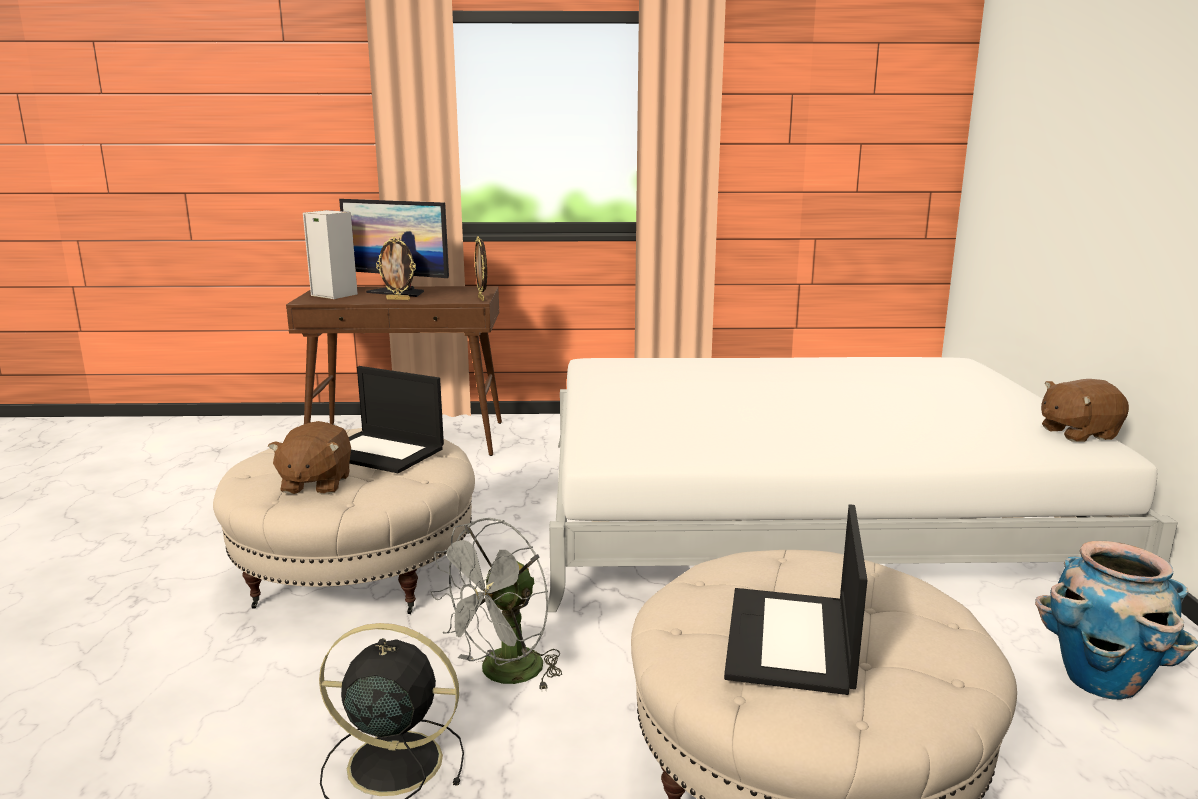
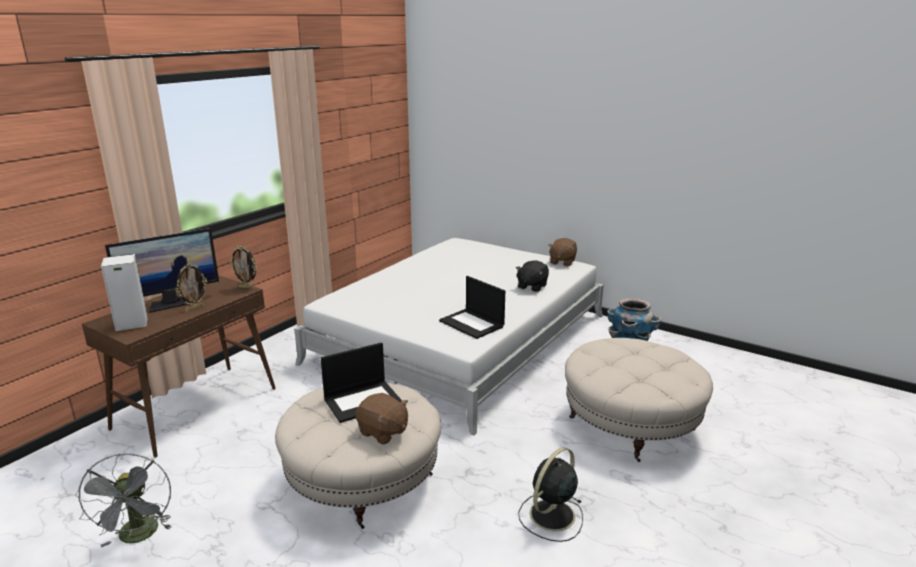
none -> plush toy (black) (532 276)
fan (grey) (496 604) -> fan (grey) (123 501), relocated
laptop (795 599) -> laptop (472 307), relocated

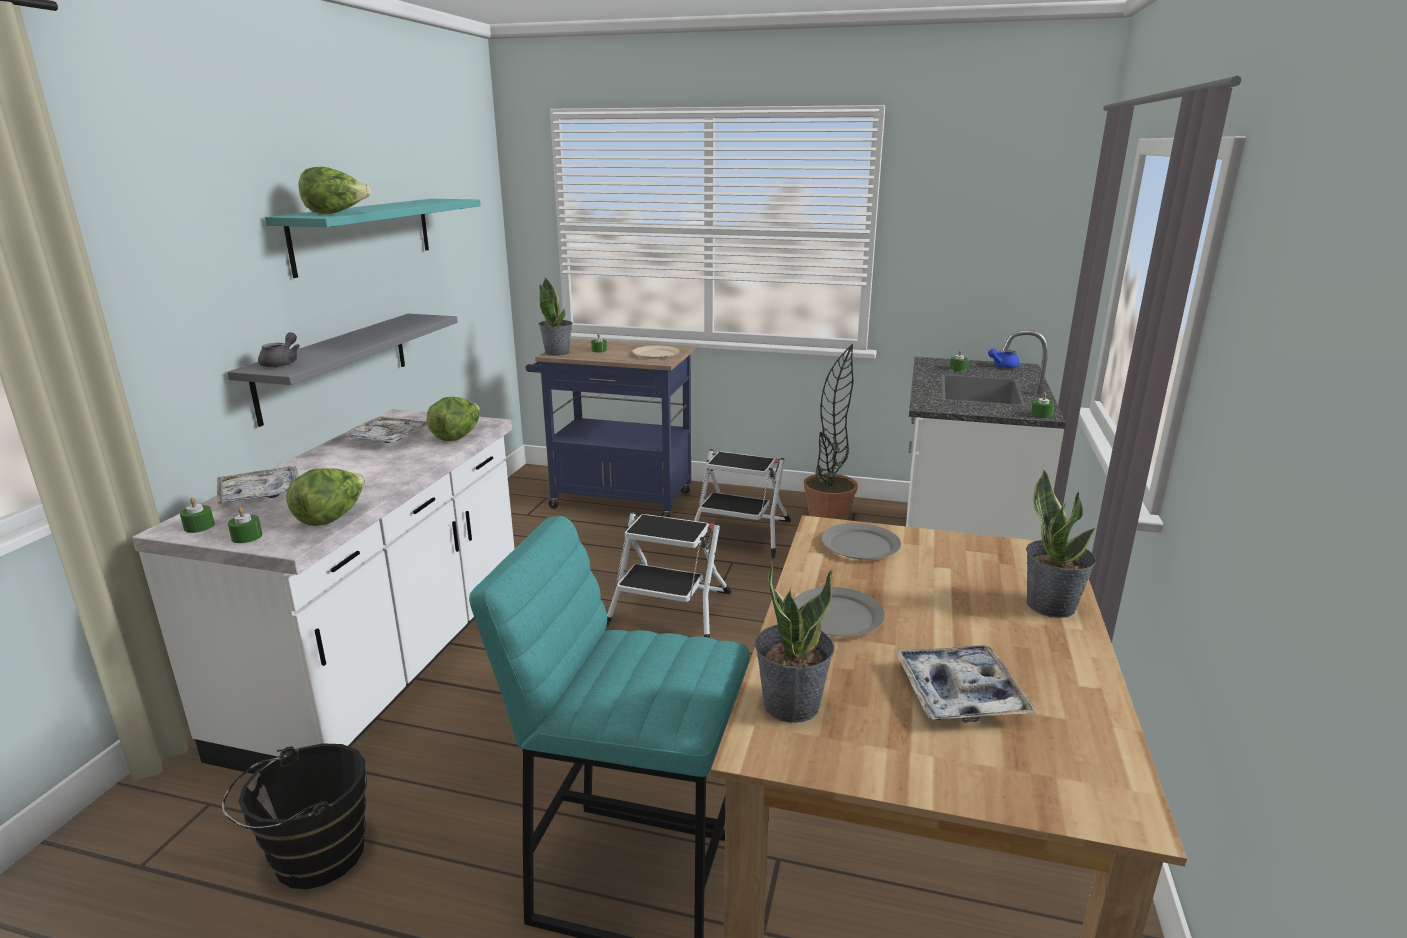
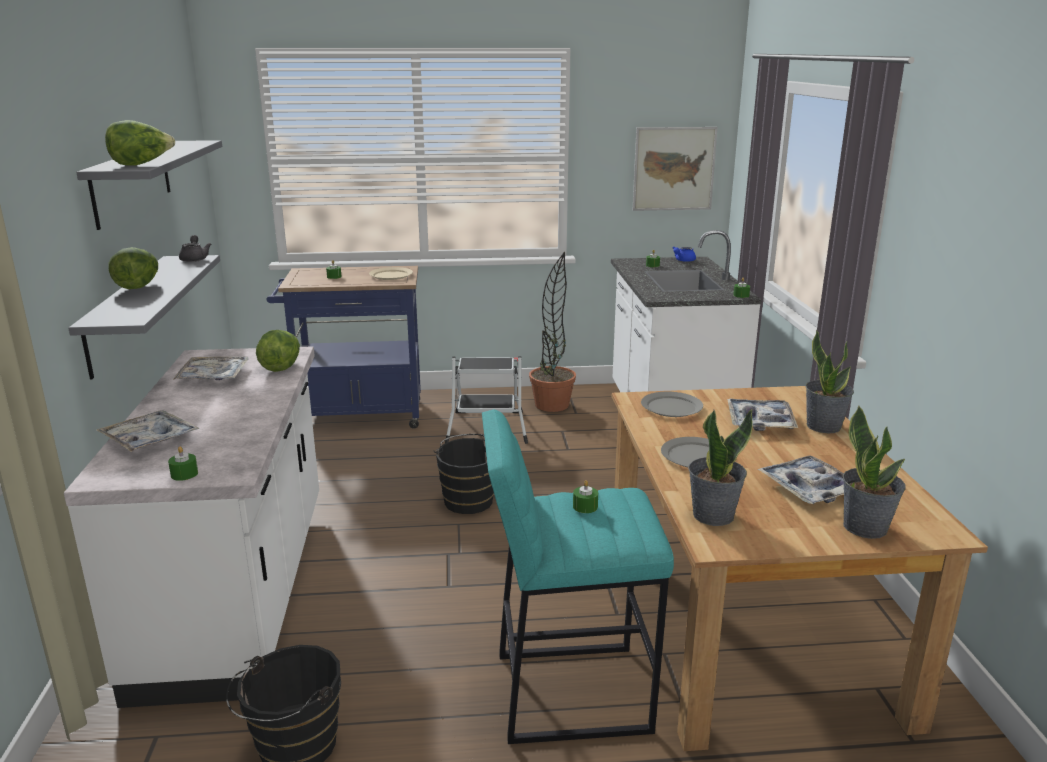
none -> picture (675 169)
none -> tray (762 415)
candle (green) (197 515) -> candle (green) (585 496), relocated
teapot (grey) (279 350) -> teapot (grey) (195 248), relocated
lettuce (325 497) -> lettuce (133 268), relocated
potted plant (555 316) -> potted plant (874 472), relocated
step ladder (669 574) -> bucket (black) (464 474)
shelf (turquoise) (373 238) -> shelf (grey) (149 185)

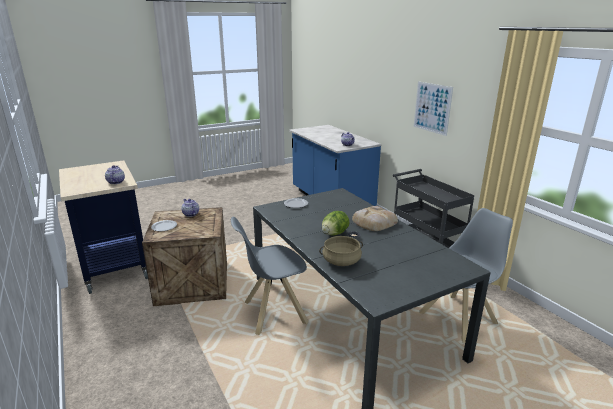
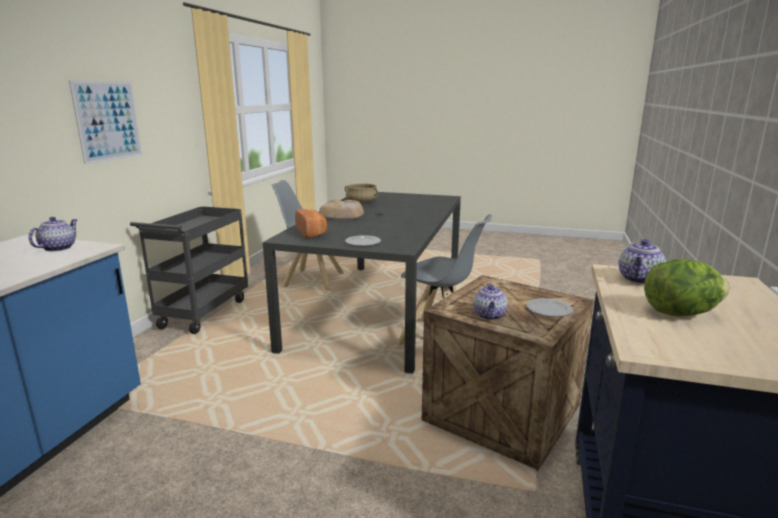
none -> bread (311 223)
cooking pot (beige) (341 251) -> cooking pot (beige) (361 193), relocated
lettuce (335 223) -> lettuce (687 288), relocated

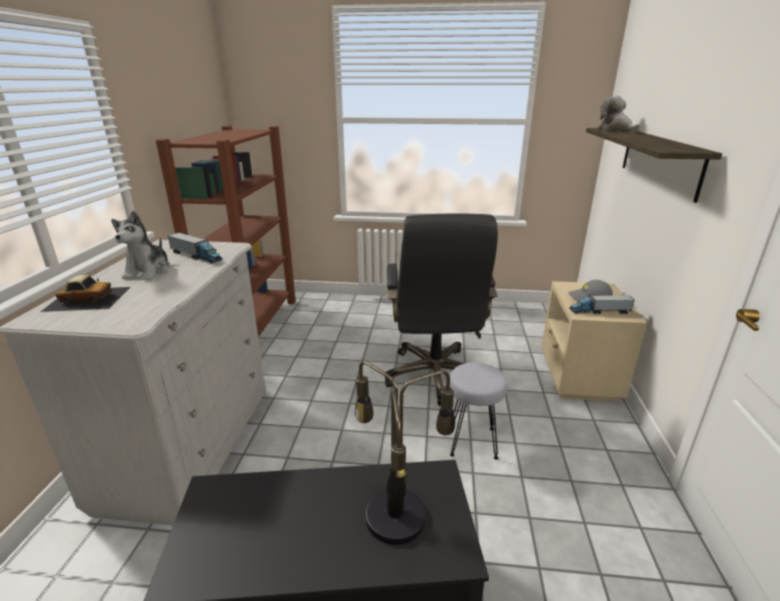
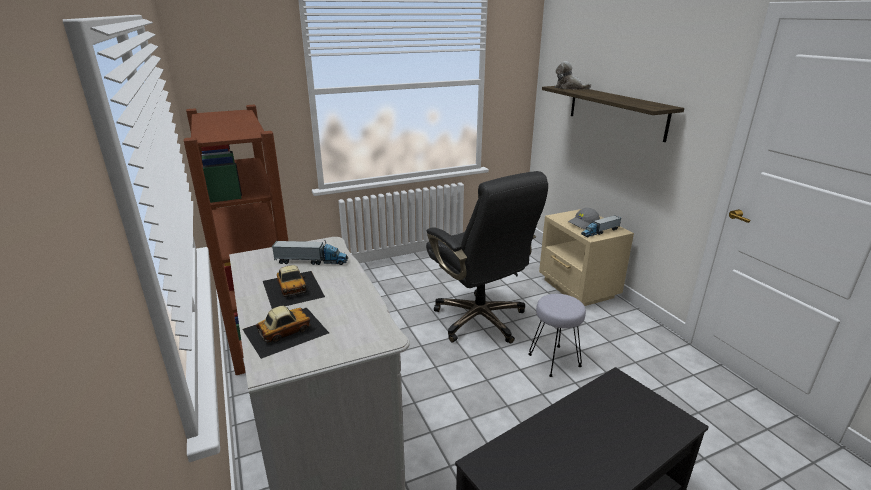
table lamp (405 453) -> none
plush toy (141 245) -> toy car (294 287)

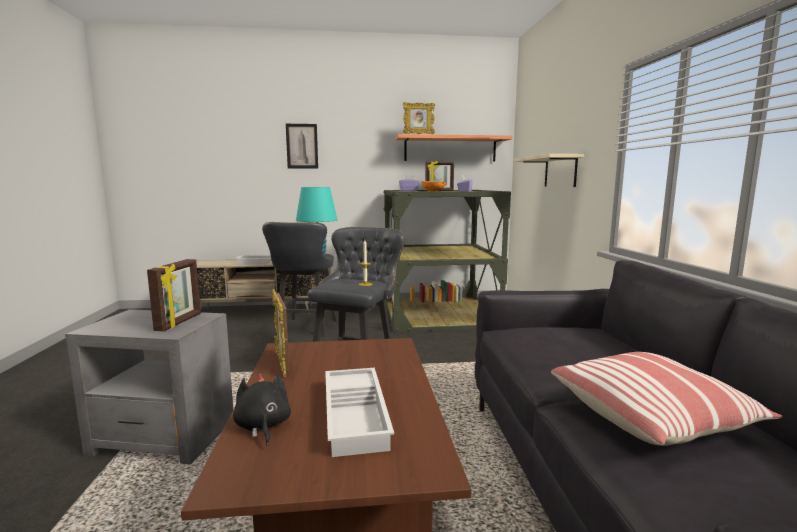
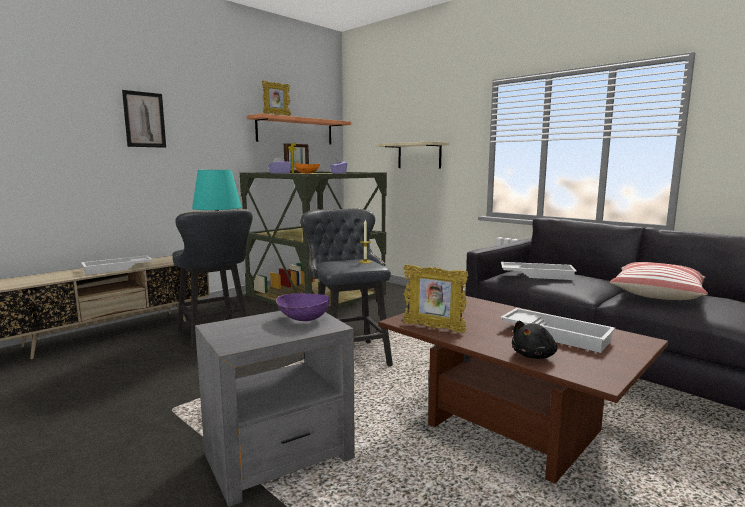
none -> tray (white) (539 271)
picture frame (174 295) -> bowl (purple) (302 307)
plush toy (black) (262 409) -> plush toy (black) (534 340), 75 degrees counterclockwise

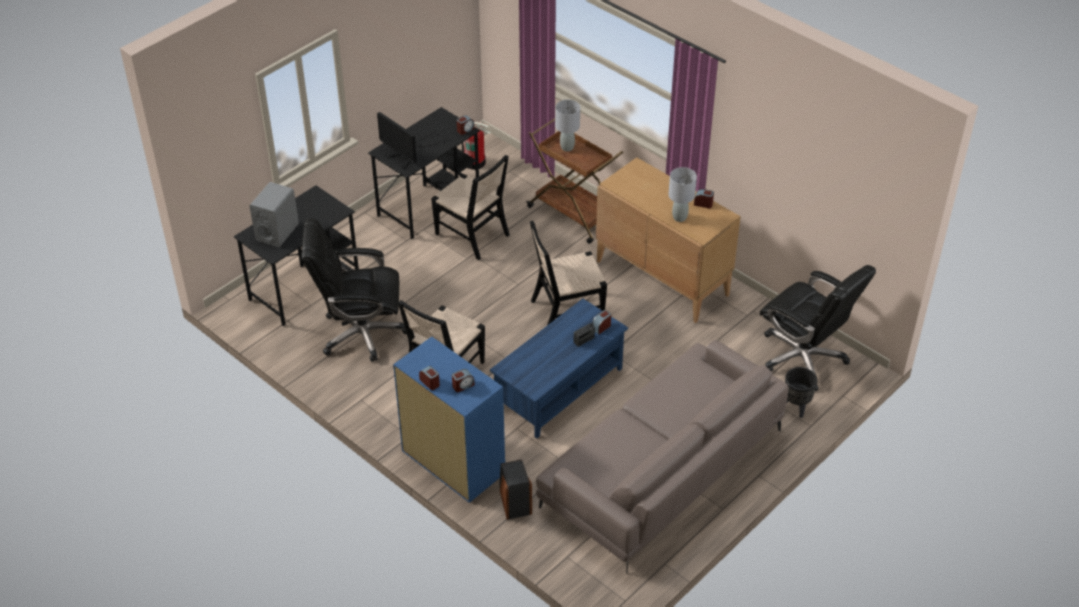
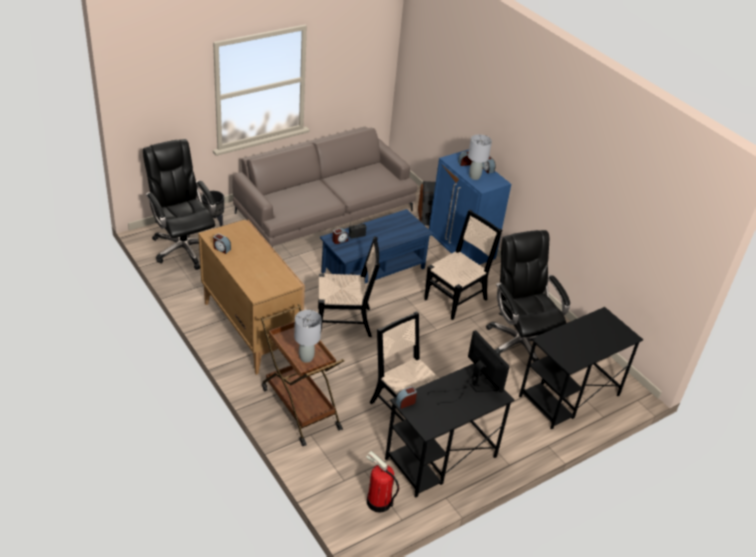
speaker (grey) (274 214) -> none
table lamp (grey) (682 194) -> table lamp (grey) (480 157), relocated
office chair (black) (354 290) -> office chair (black) (528 296), 120 degrees counterclockwise

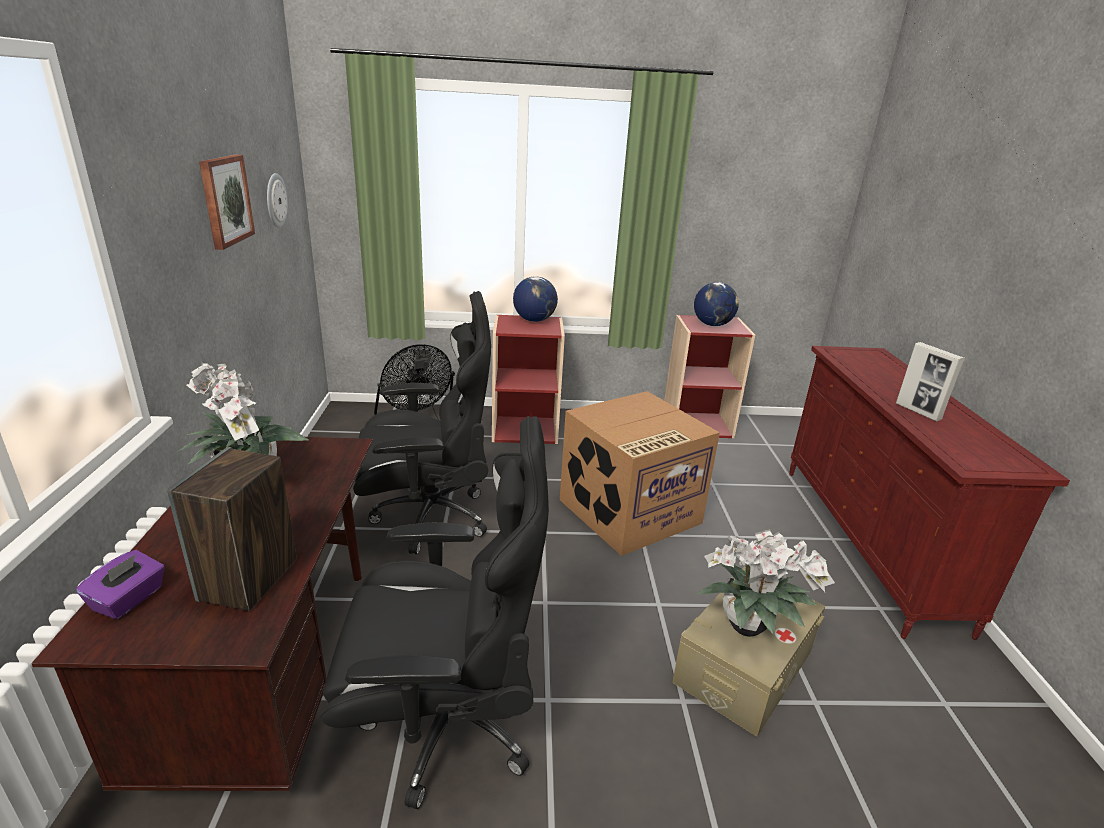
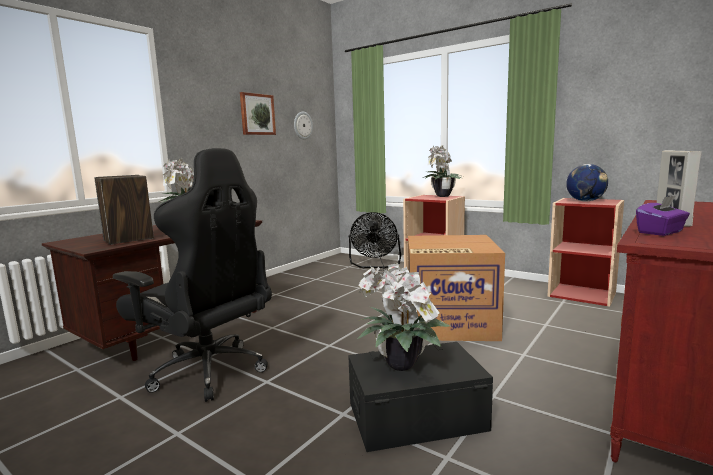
office chair (black) (422 422) -> none
tissue box (purple) (120 585) -> tissue box (purple) (663 216), relocated
globe (535 299) -> potted plant (443 171)
storage box (beige) (748 651) -> storage box (black) (420 397)

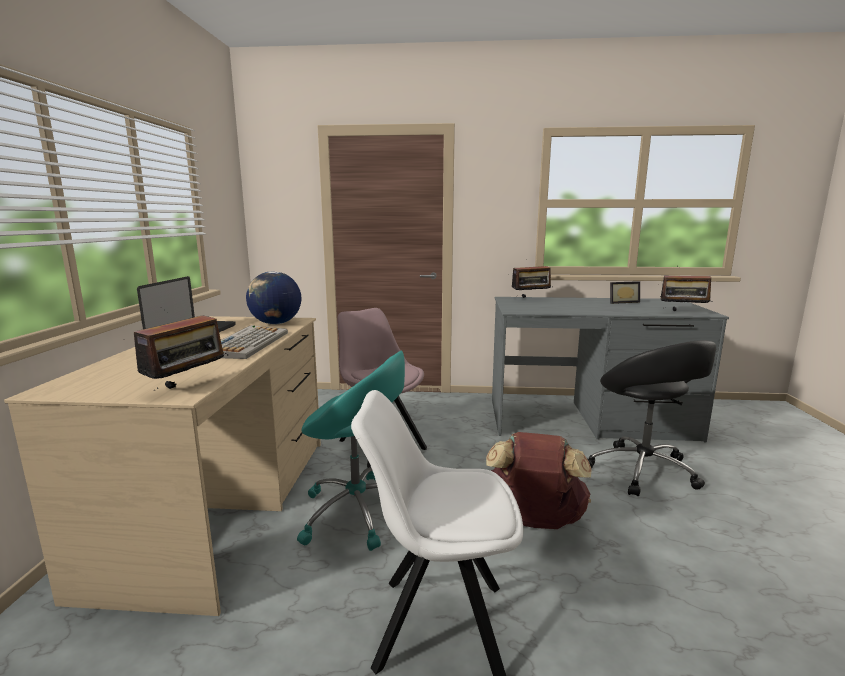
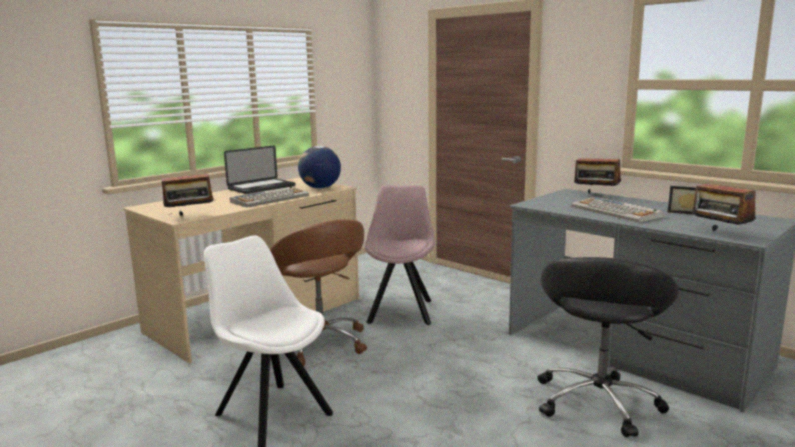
backpack (brown) (539 480) -> none
none -> keyboard (617 210)
office chair (turquoise) (351 451) -> office chair (brown) (318 293)

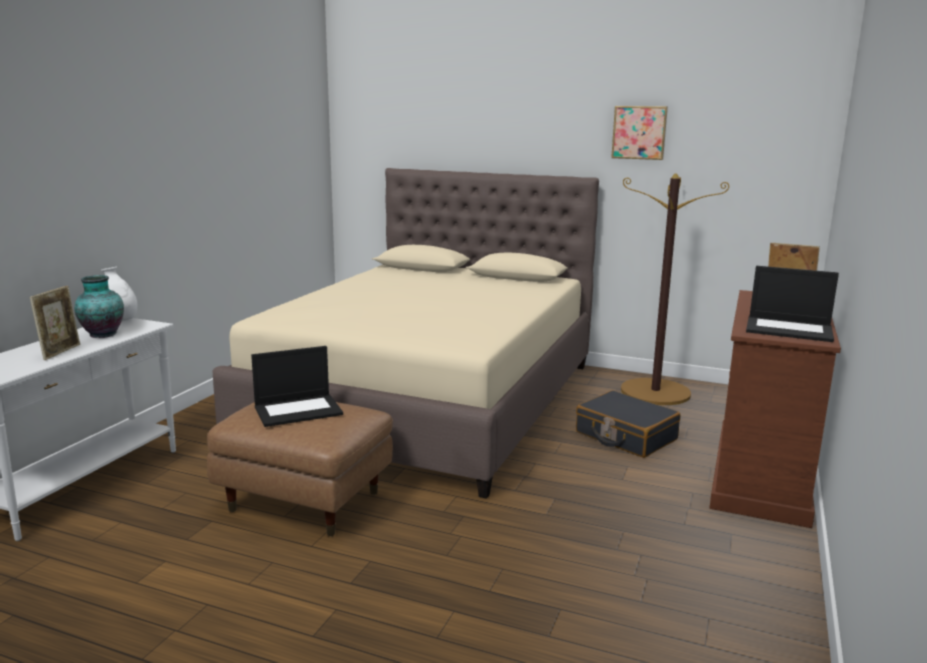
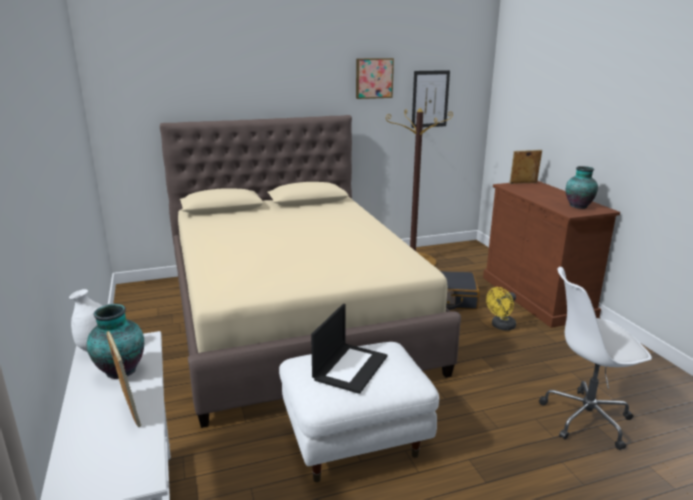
none -> picture (430 99)
none -> fan (yellow) (501 309)
none -> office chair (white) (595 358)
laptop (792 304) -> vase (582 187)
ottoman (brown) (300 469) -> ottoman (white) (359 412)

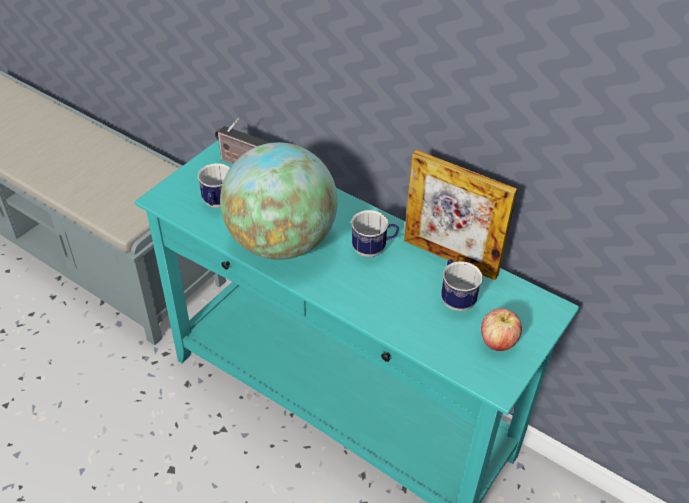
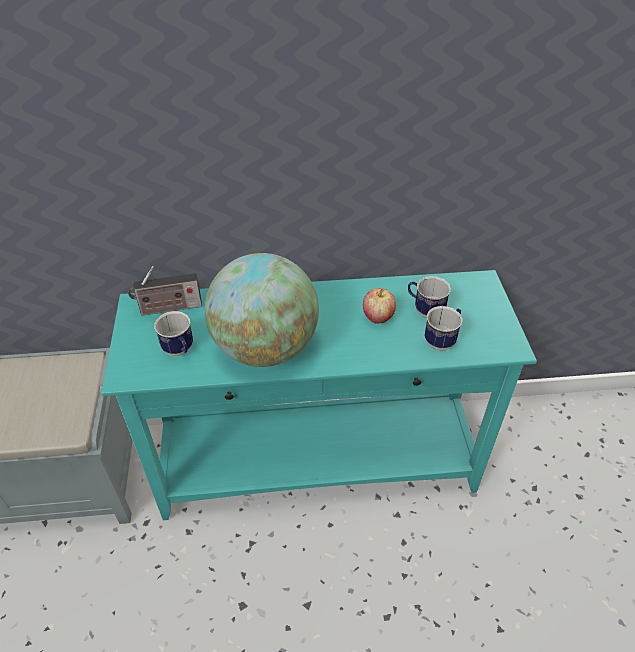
picture frame (461 215) -> none
mug (375 233) -> mug (443 328), relocated
apple (501 329) -> apple (379 305), relocated

